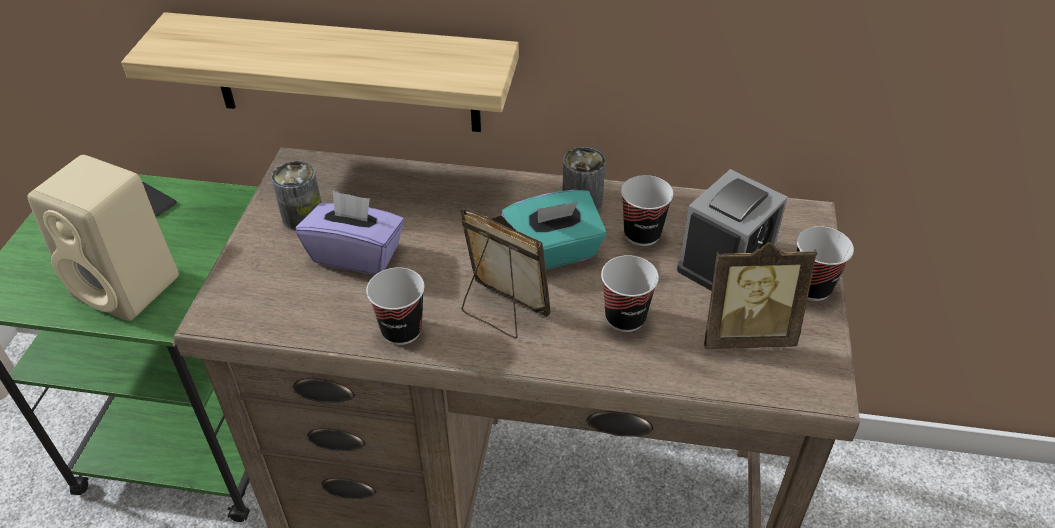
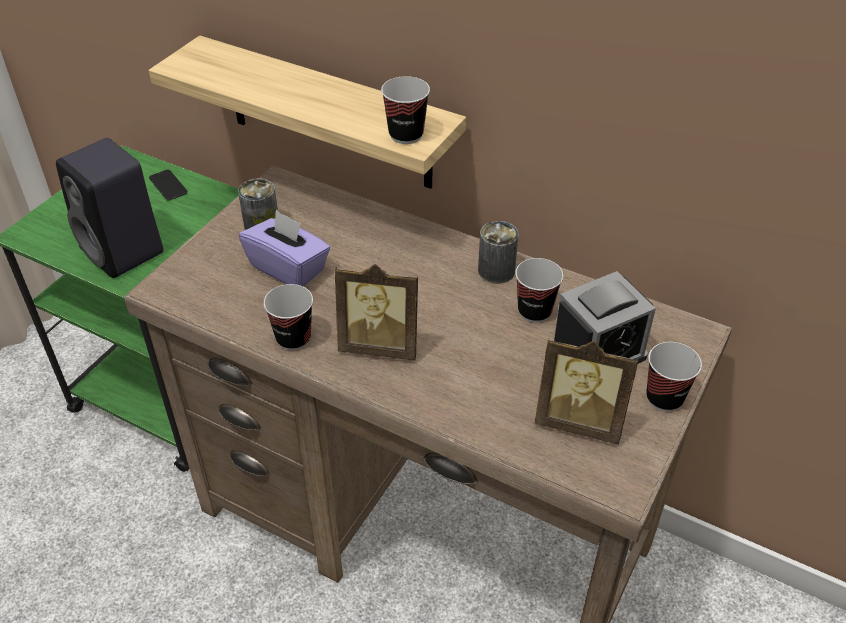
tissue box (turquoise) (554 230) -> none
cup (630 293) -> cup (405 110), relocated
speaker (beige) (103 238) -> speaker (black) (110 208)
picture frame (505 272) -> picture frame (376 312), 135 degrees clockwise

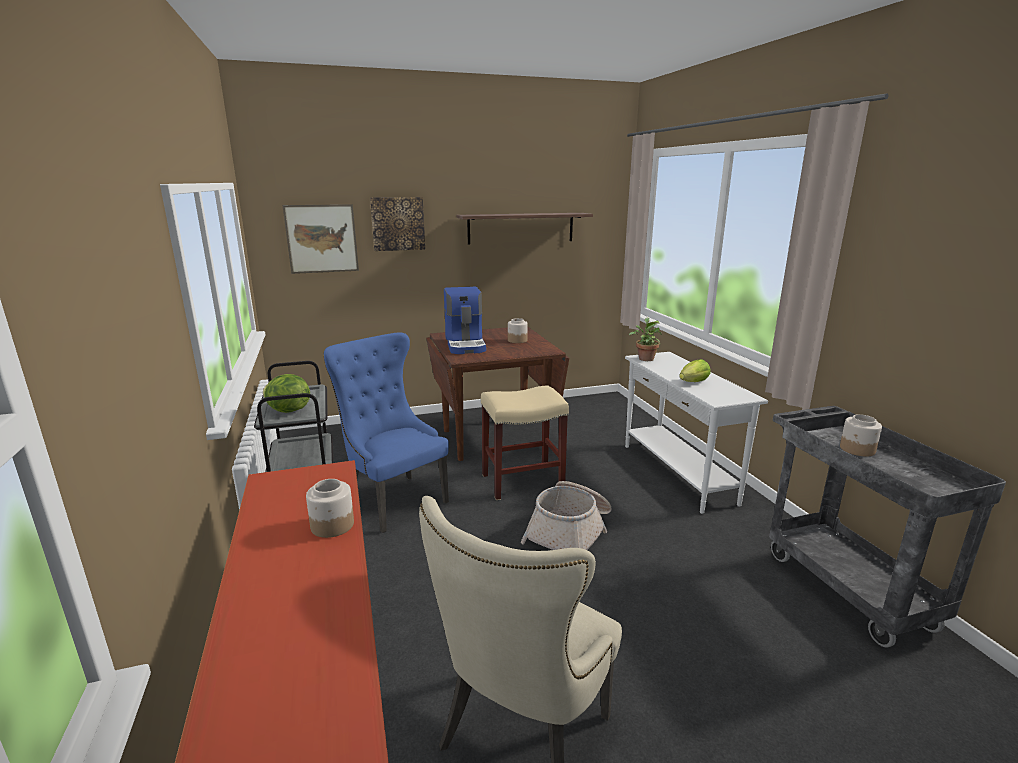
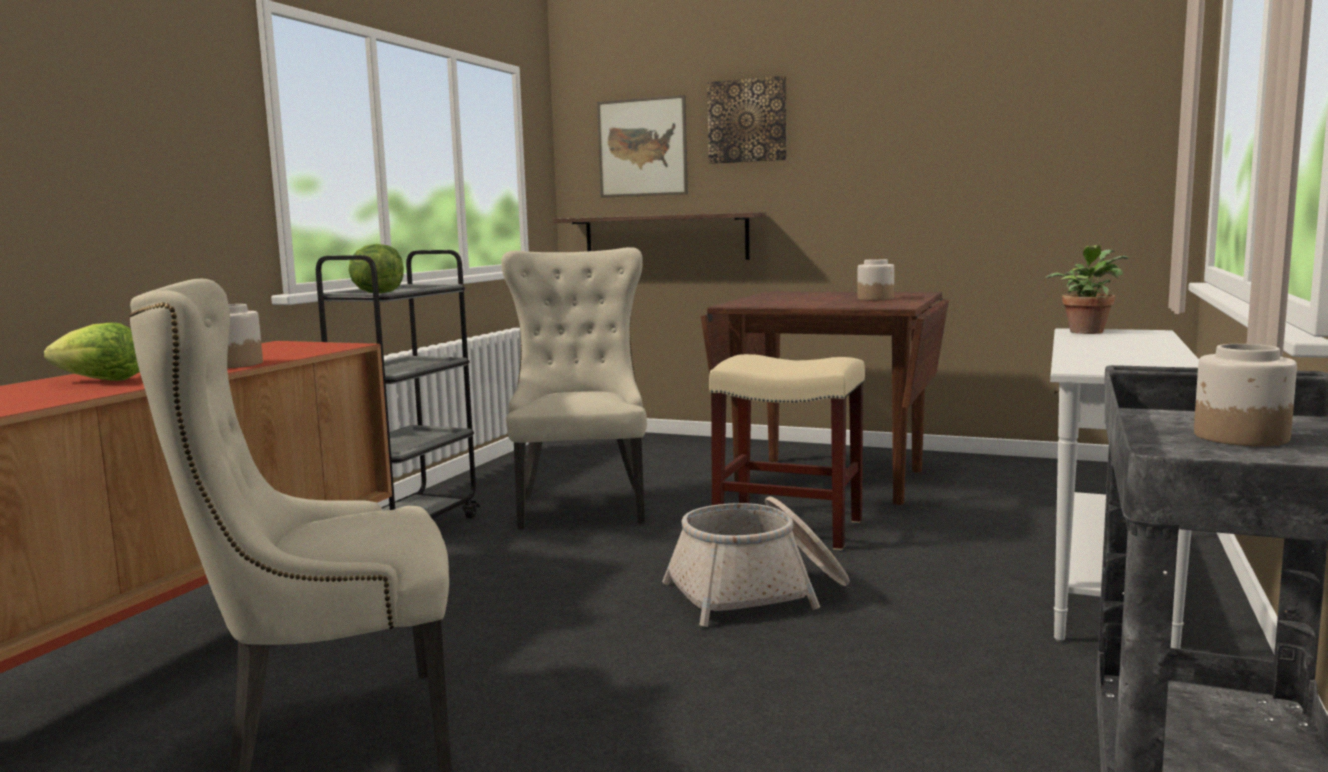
coffee machine (465 320) -> none
shelf (524 229) -> shelf (659 236), relocated
lettuce (695 370) -> lettuce (92 352), relocated
chair (blue) (386 433) -> chair (beige) (574 388)

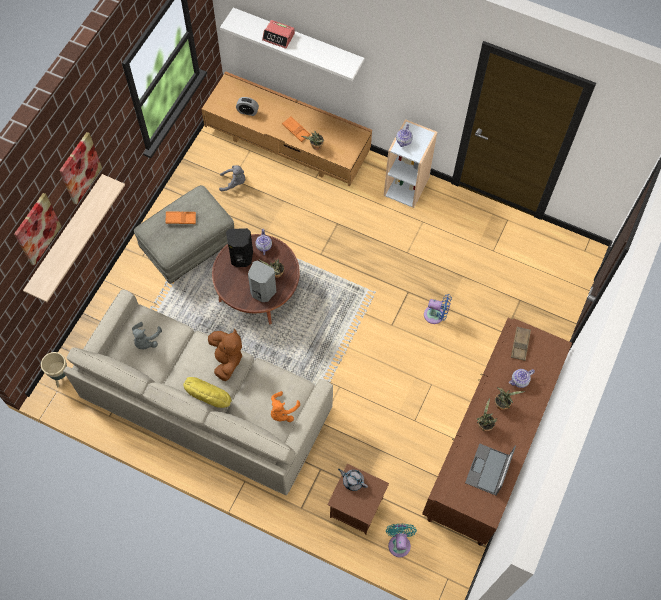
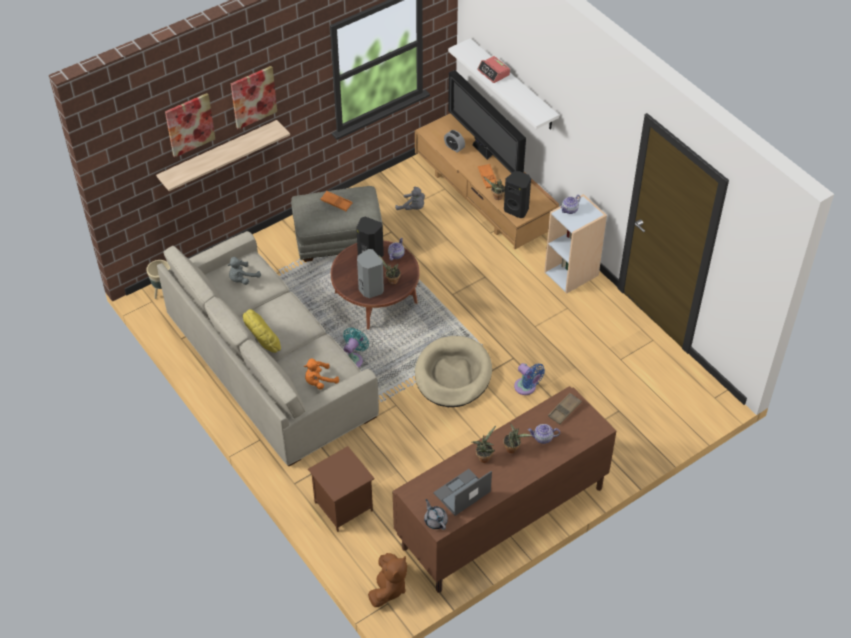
none -> dog bed (beige) (453 371)
none -> television (487 121)
none -> speaker (black) (517 194)
plush toy (brown) (225 355) -> plush toy (brown) (387 580), relocated
teapot (grey) (353 480) -> teapot (grey) (436 514), relocated
fan (turquoise) (401 540) -> fan (turquoise) (356 348), relocated

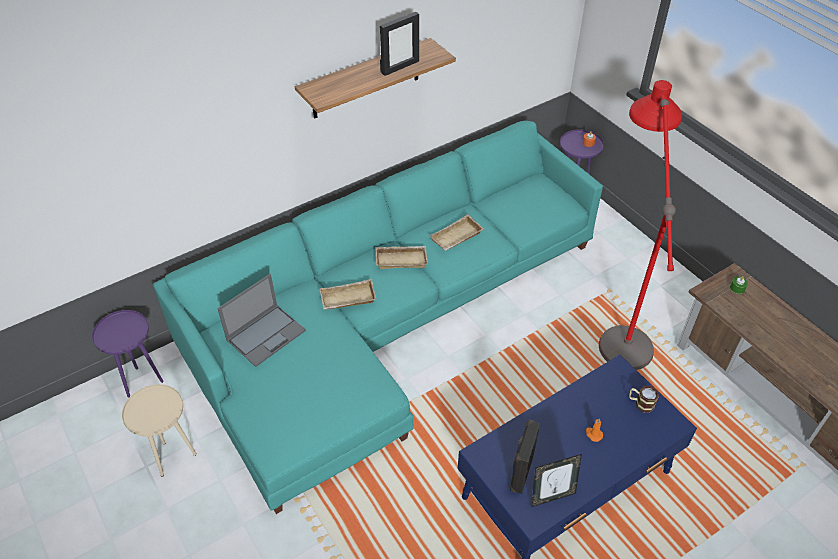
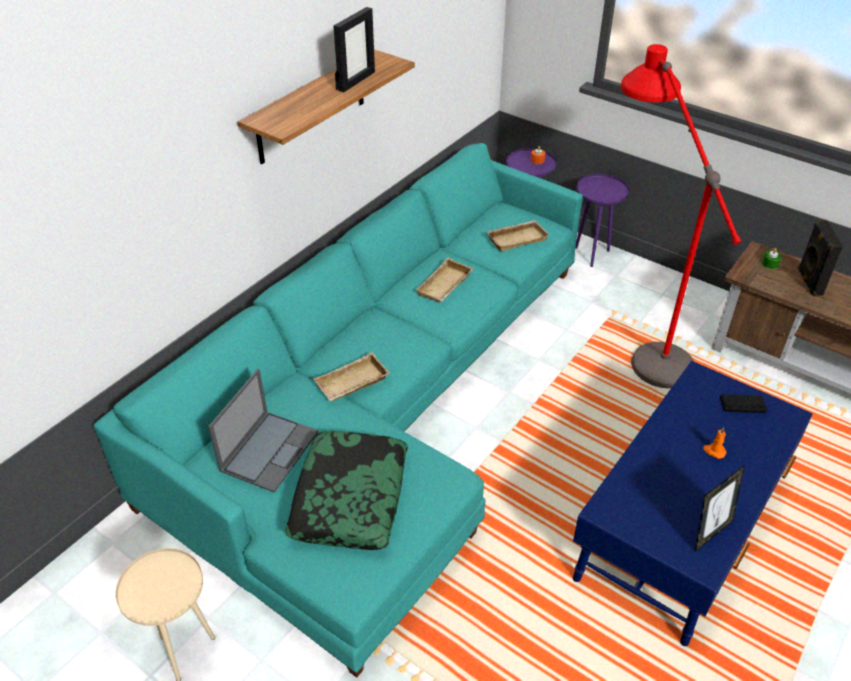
none -> pillow (346 490)
side table (purple) (128 353) -> side table (purple) (602 220), relocated
tray (beige) (401 257) -> tray (beige) (517 235), relocated
speaker (black) (525 456) -> speaker (black) (820 257), relocated
mug (644 399) -> game controller (black) (743 403)

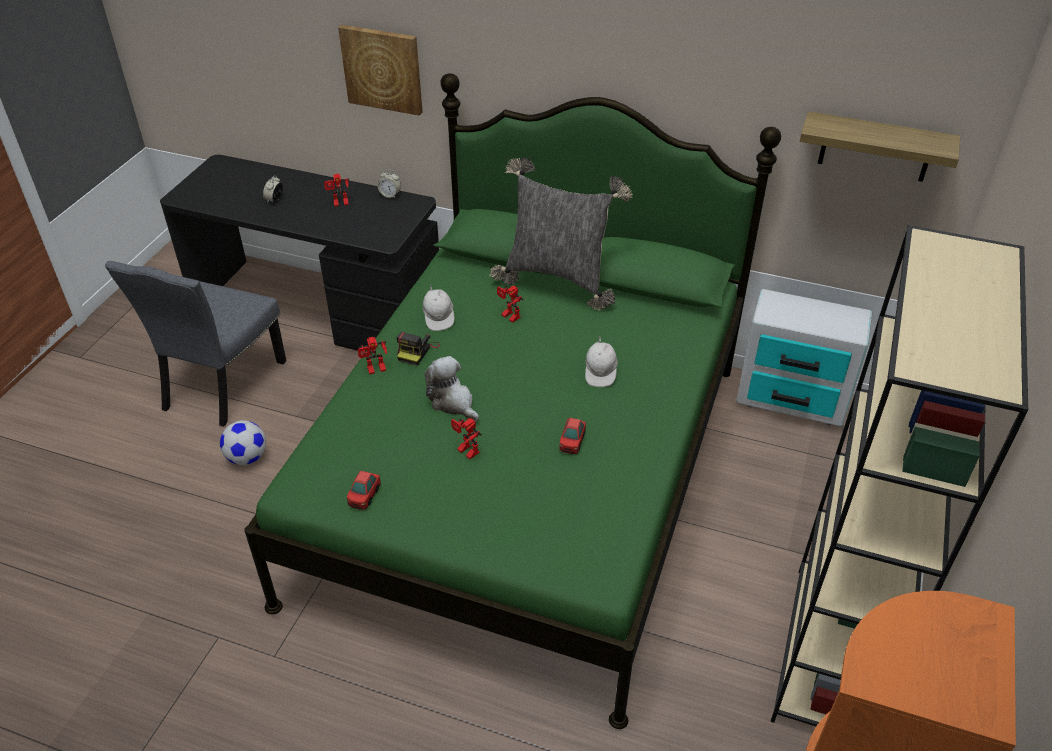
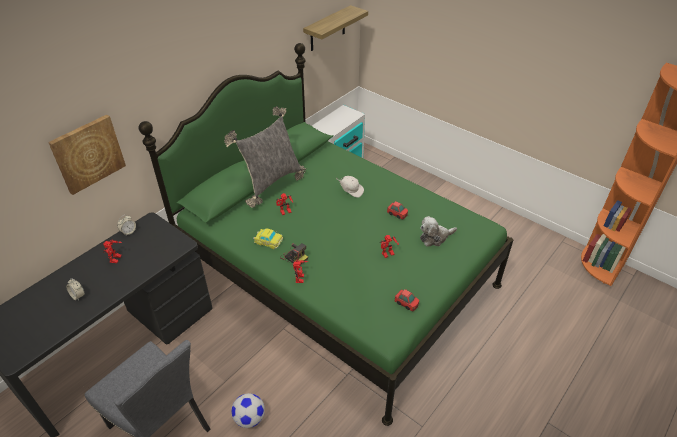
bookcase (beige) (899 475) -> none
plush toy (452 388) -> plush toy (438 231), relocated
cap (white) (438 308) -> toy car (268 238)

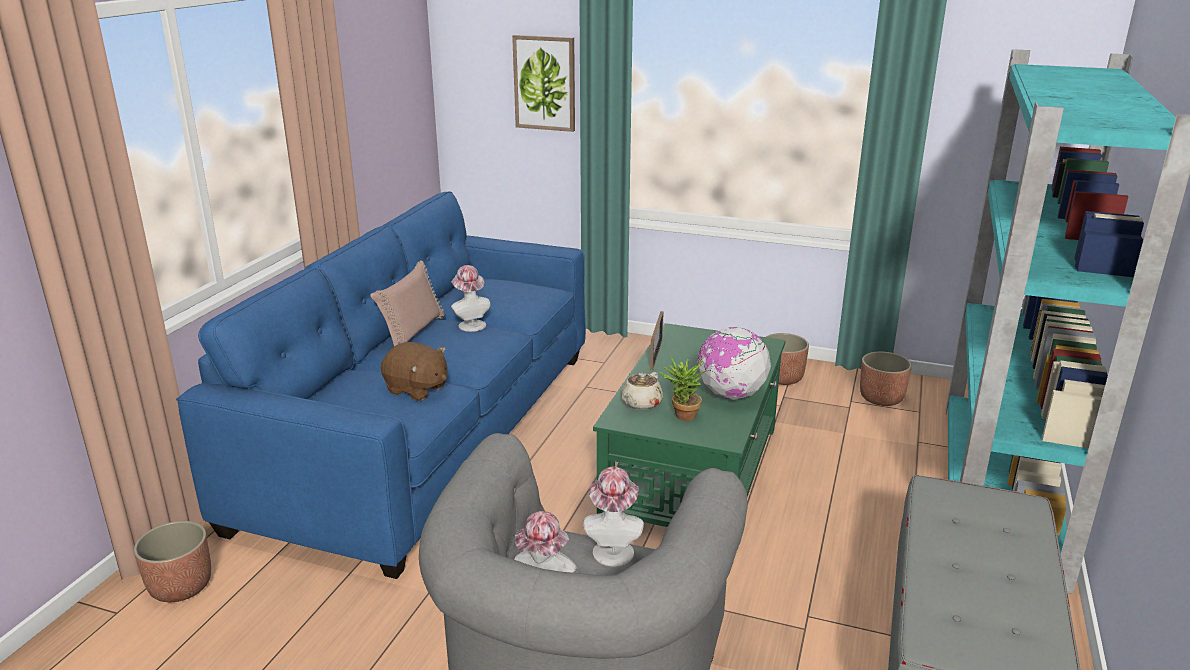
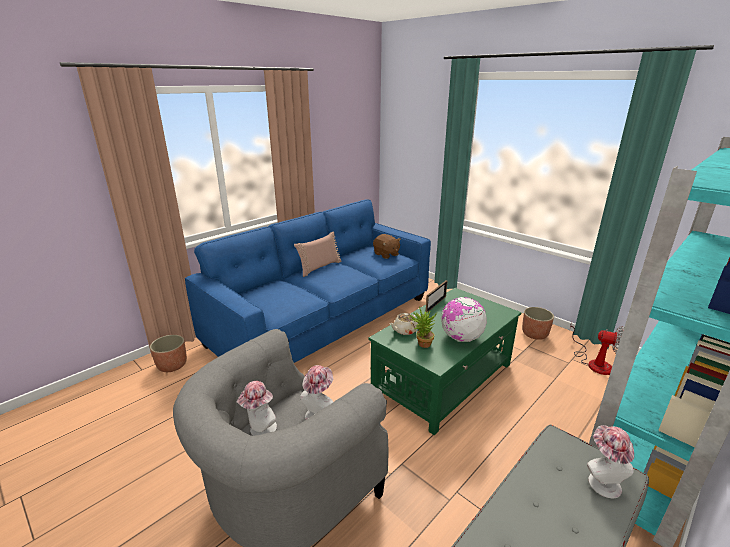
picture (543 83) -> none
plush toy (brown) (414 371) -> plush toy (brown) (387 246), relocated
hat (470 298) -> hat (610 461), relocated
planter (886 379) -> fan (597 348)

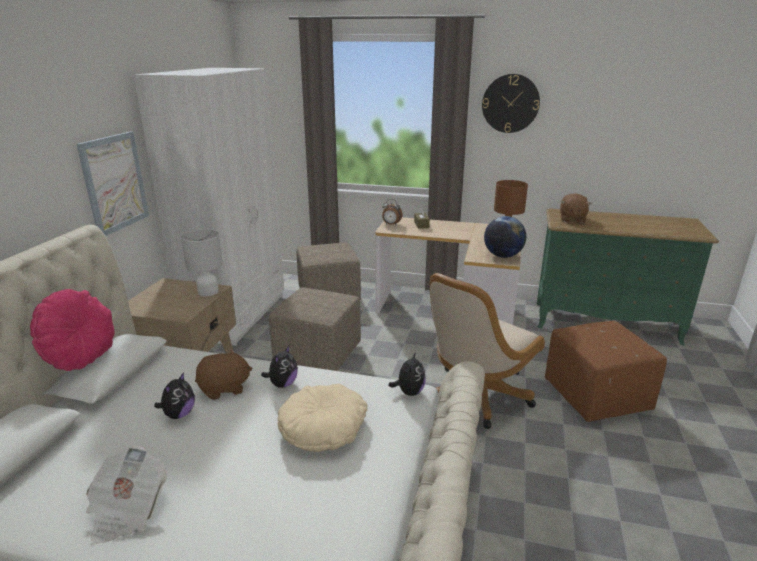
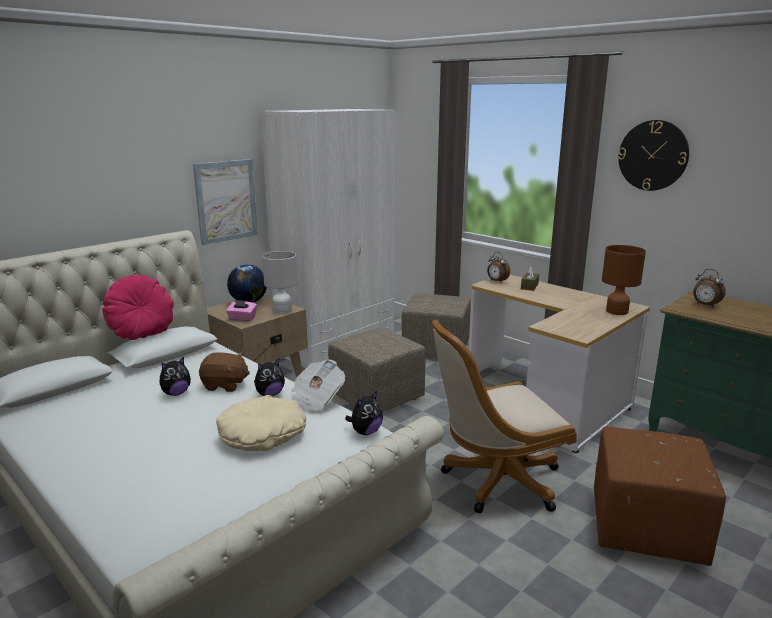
none -> tissue box (pink) (241 310)
newspaper (126 495) -> newspaper (318 385), relocated
globe (505 237) -> globe (247 283), relocated
plush toy (brown) (576 208) -> alarm clock (709 288)

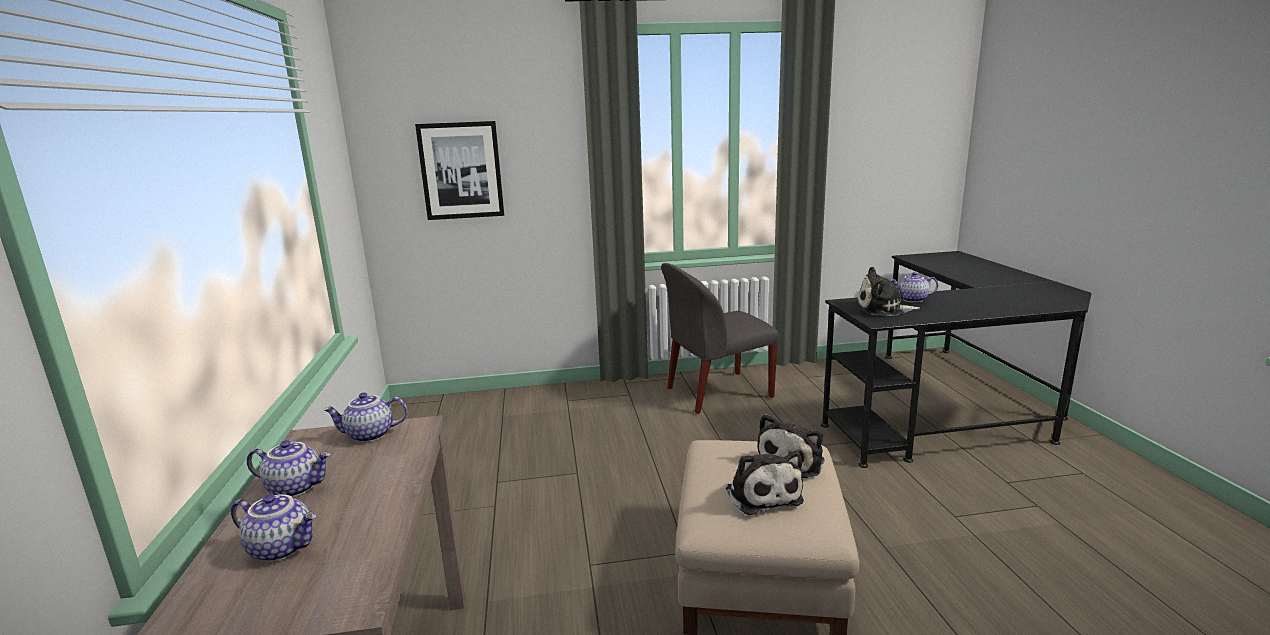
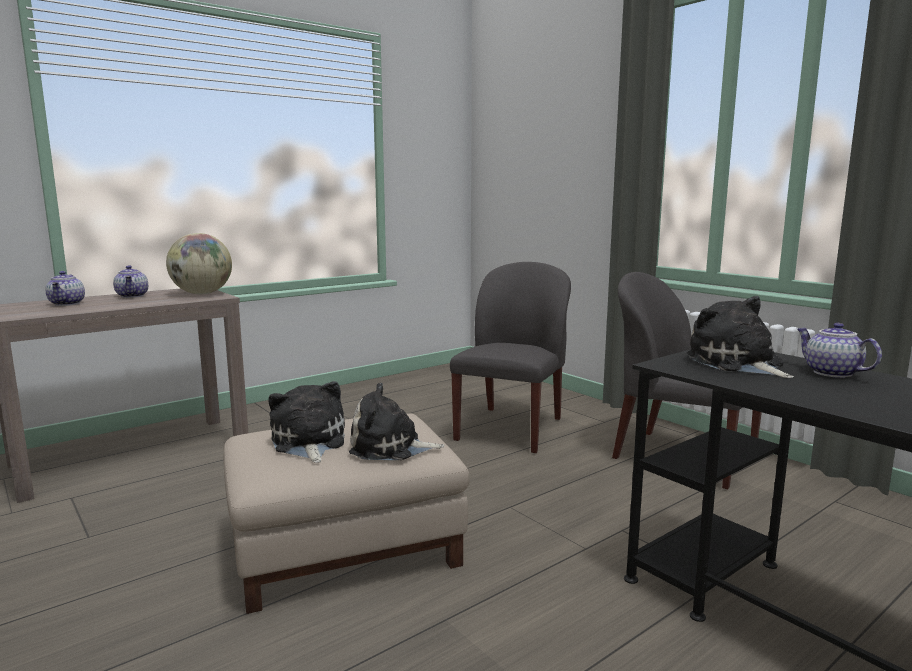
picture (459 170) -> none
none -> chair (grey) (510 357)
teapot (365 418) -> globe (199 263)
plush toy (765 483) -> plush toy (306 422), 120 degrees clockwise

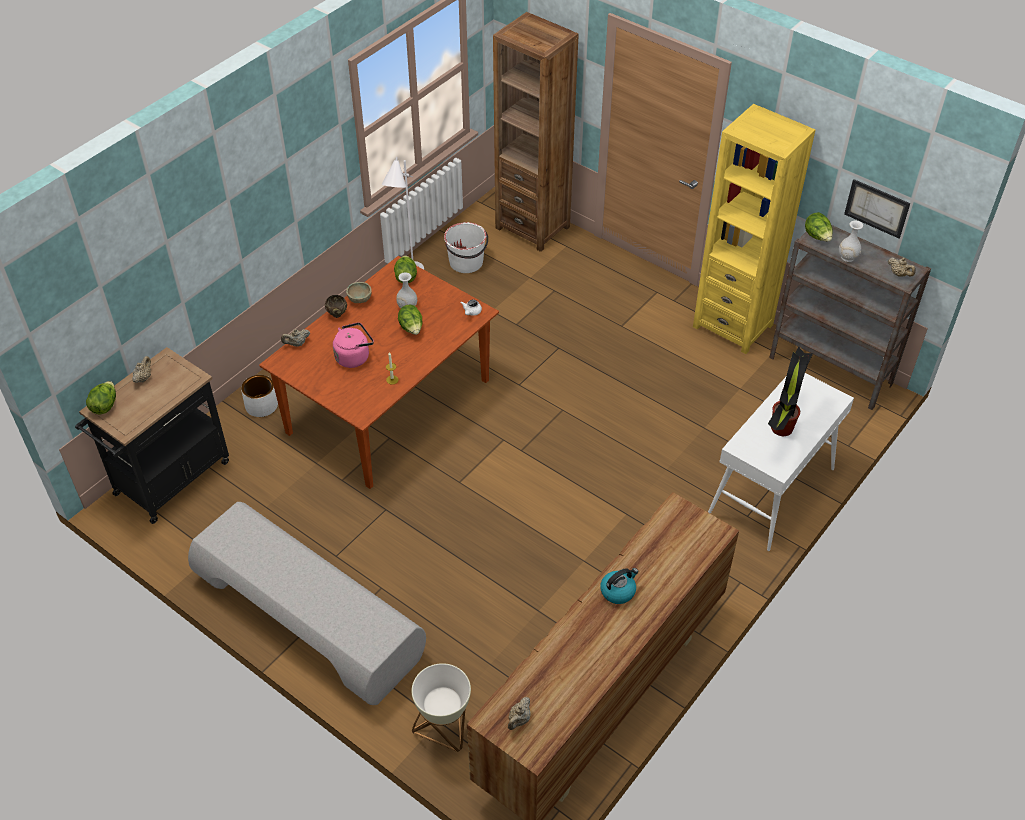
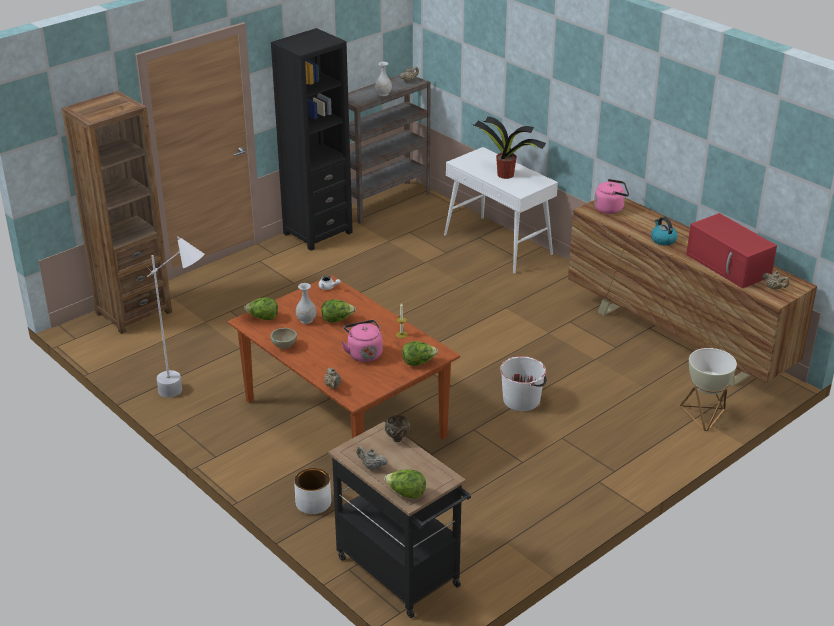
bench (grey) (307 603) -> none
picture (877 208) -> none
none -> kettle (pink) (611 196)
none -> microwave (red) (731 251)
bowl (brown) (336 306) -> bowl (brown) (397 428), relocated
bucket (white) (466 247) -> bucket (white) (523 383), relocated
lettuce (819 227) -> lettuce (420 353), relocated
bookcase (yellow) (754 229) -> bookcase (black) (312 139)

